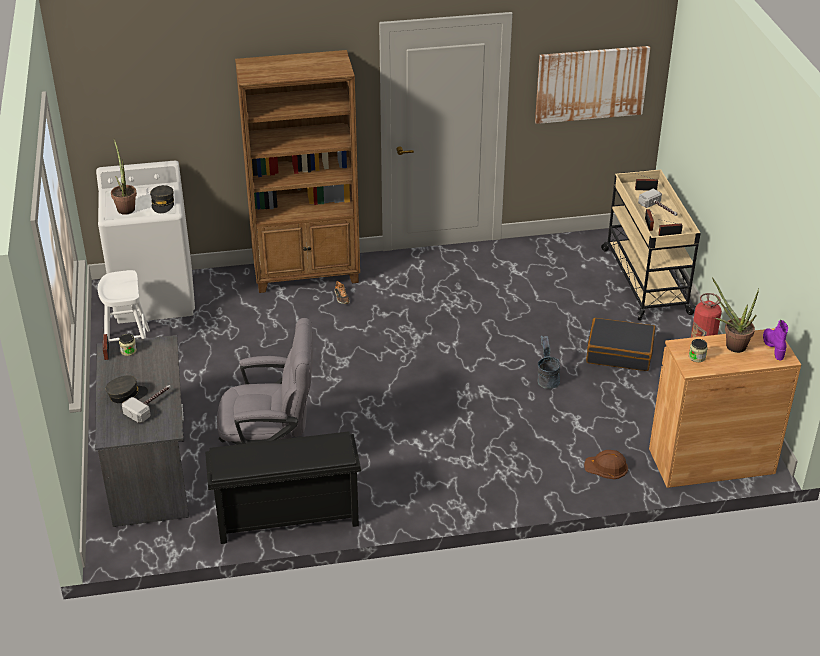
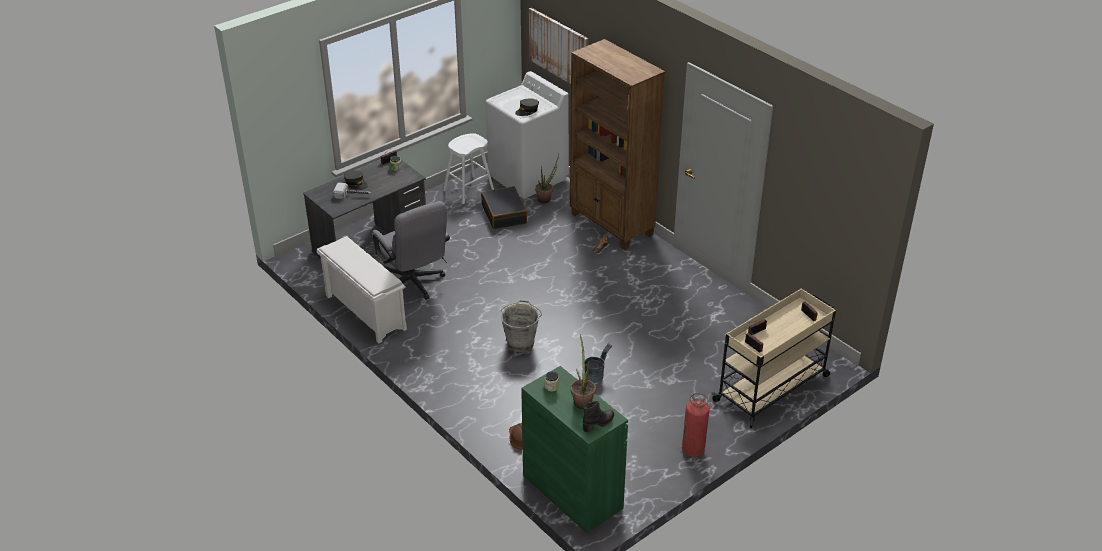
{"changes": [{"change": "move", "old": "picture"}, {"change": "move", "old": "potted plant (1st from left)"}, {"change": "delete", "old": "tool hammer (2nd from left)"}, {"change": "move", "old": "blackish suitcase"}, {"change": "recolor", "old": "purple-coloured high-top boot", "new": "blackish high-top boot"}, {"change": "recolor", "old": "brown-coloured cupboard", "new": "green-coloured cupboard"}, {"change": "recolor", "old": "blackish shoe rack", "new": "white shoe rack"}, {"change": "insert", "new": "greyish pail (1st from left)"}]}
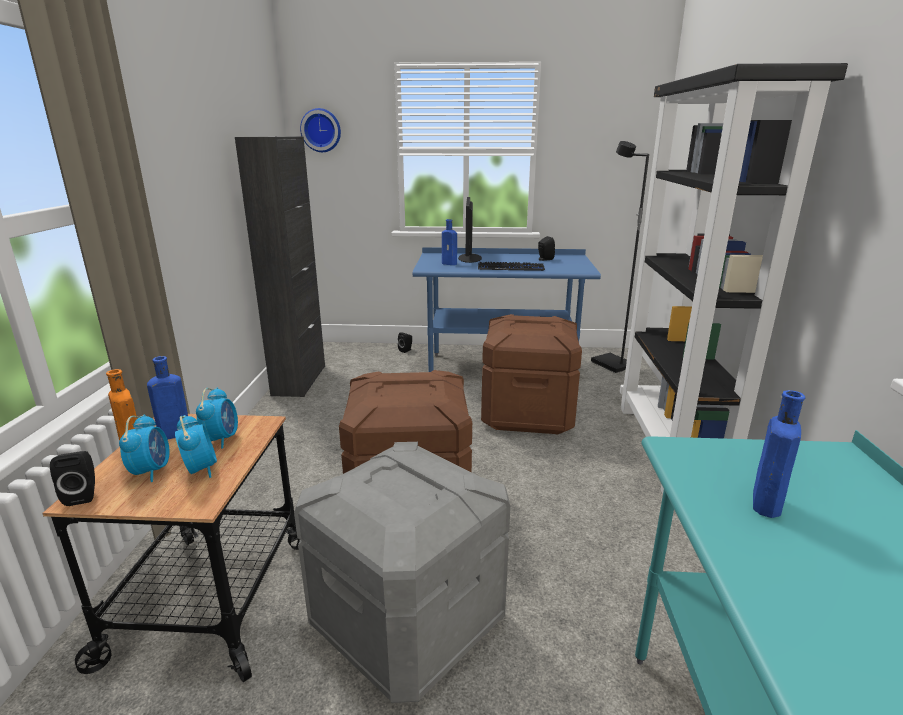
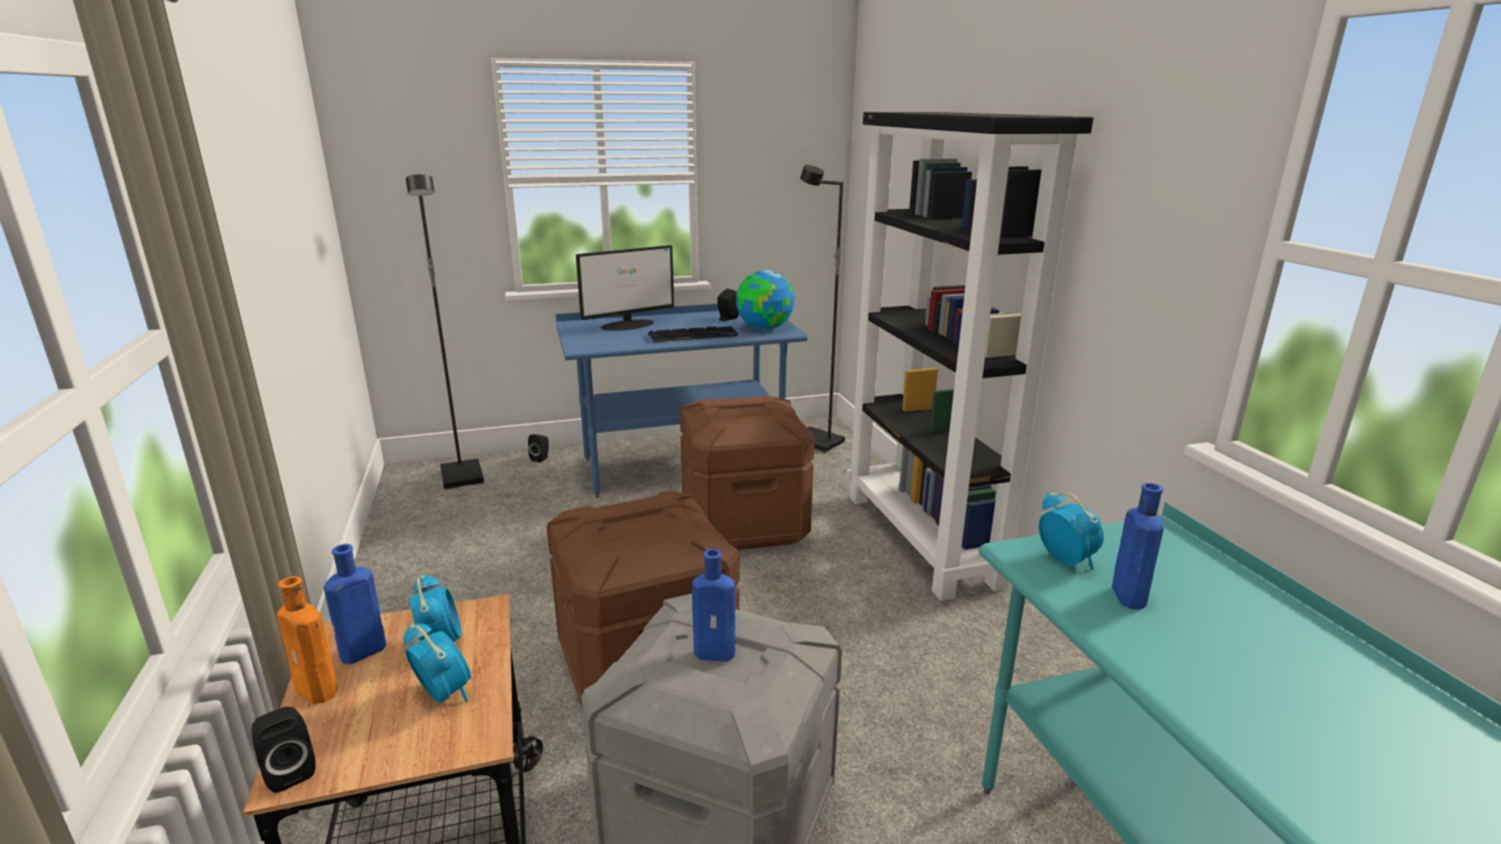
{"changes": [{"change": "delete", "old": "hanging clock"}, {"change": "delete", "old": "blackish cupboard"}, {"change": "rotate", "old": "monitor", "degrees": -105}, {"change": "move", "old": "blue-coloured beverage bottle (2nd from left)"}, {"change": "move", "old": "bedside clock (1st from left in the first image)", "new": "bedside clock (3rd from left)"}, {"change": "insert", "new": "blackish standard lamp (1st from left)"}, {"change": "insert", "new": "desk globe"}]}
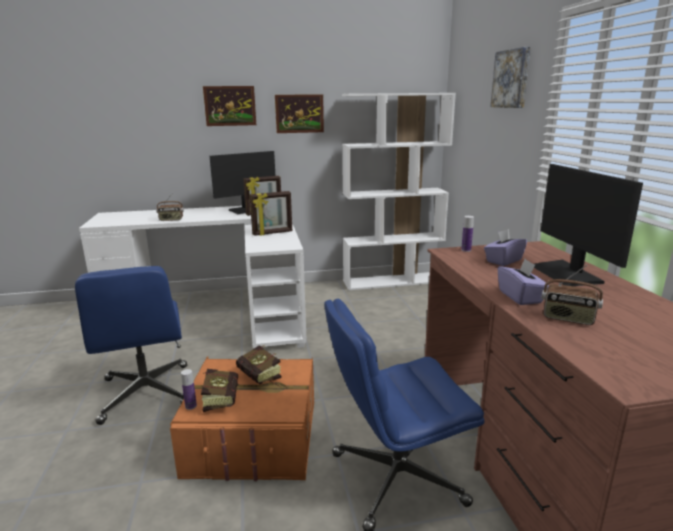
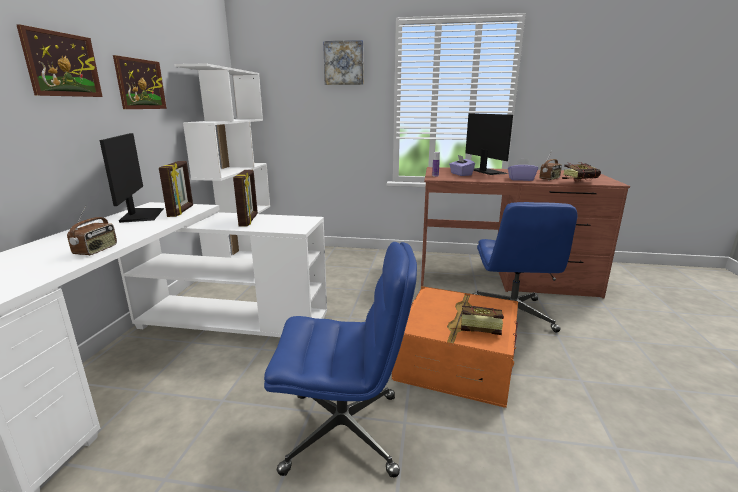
{"changes": [{"change": "rotate", "old": "monitor (2nd from left)", "degrees": -120}, {"change": "move", "old": "bound book (2nd from left)"}, {"change": "delete", "old": "beverage bottle (1st from left)"}]}
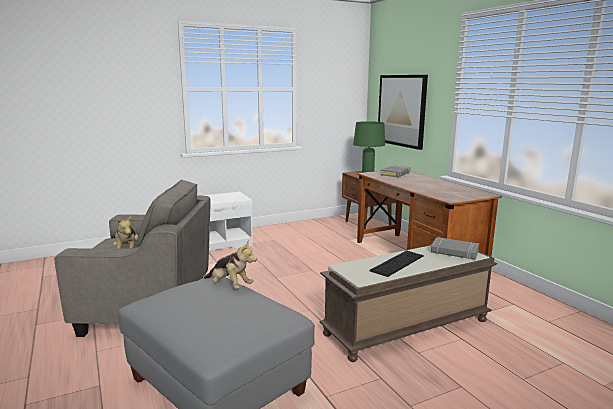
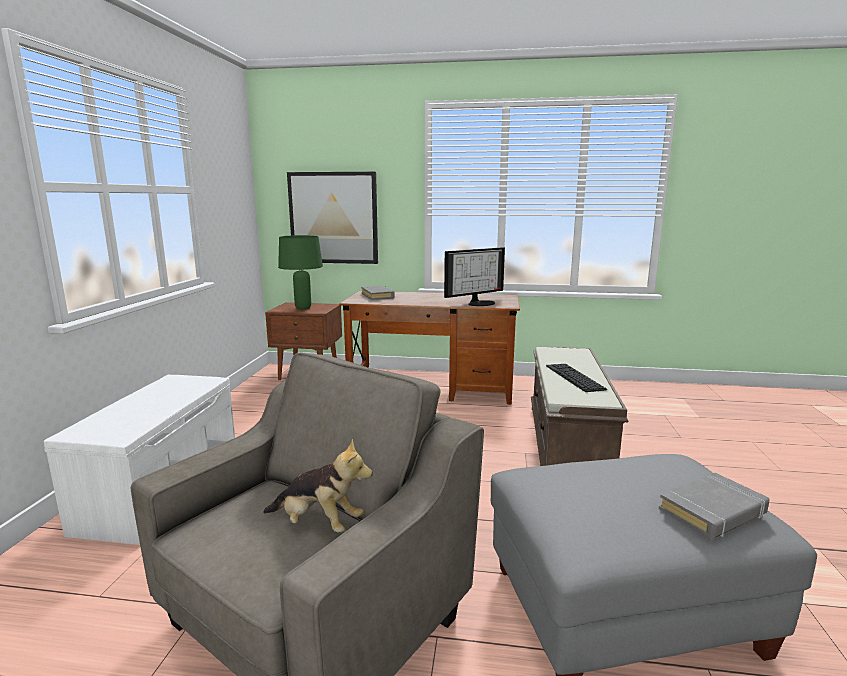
{"changes": [{"change": "move", "old": "greyish bound book (2nd from left)"}, {"change": "delete", "old": "cuddly toy (2nd from left)"}, {"change": "insert", "new": "monitor"}]}
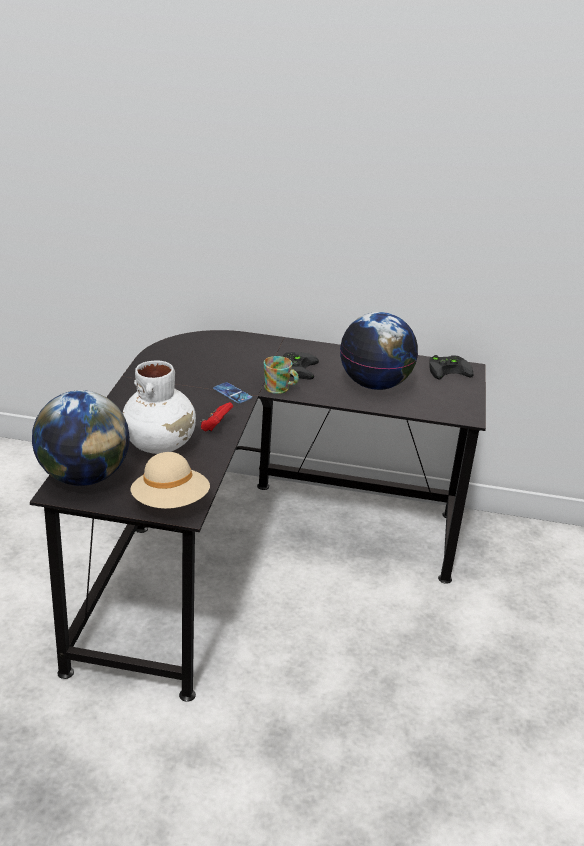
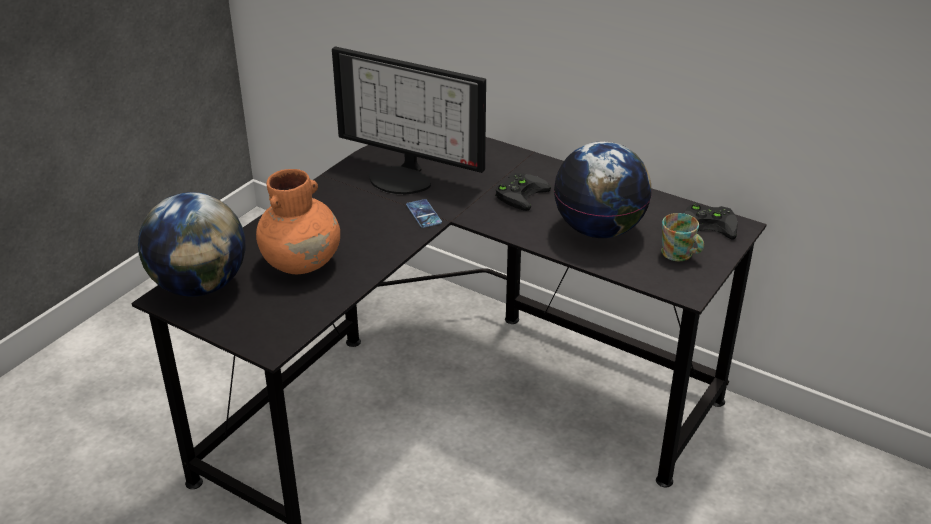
{"changes": [{"change": "move", "old": "tea mug"}, {"change": "recolor", "old": "white vase", "new": "orange vase"}, {"change": "delete", "old": "reddish gamepad"}, {"change": "delete", "old": "beige-coloured hat"}, {"change": "insert", "new": "monitor"}]}
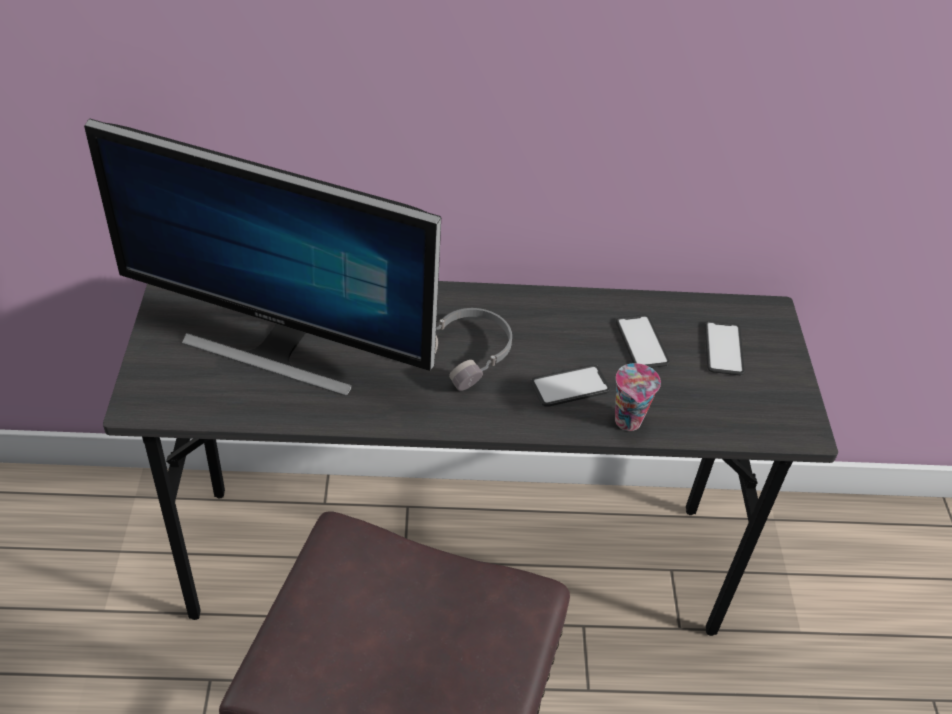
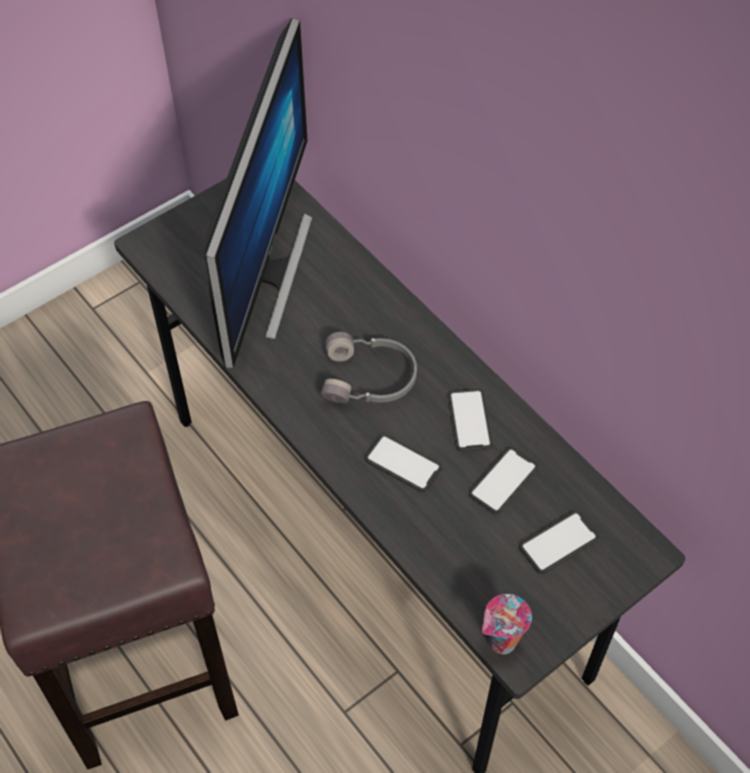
{"changes": [{"change": "rotate", "old": "monitor", "degrees": -150}, {"change": "move", "old": "small cup"}, {"change": "insert", "new": "phone (2nd from left)"}]}
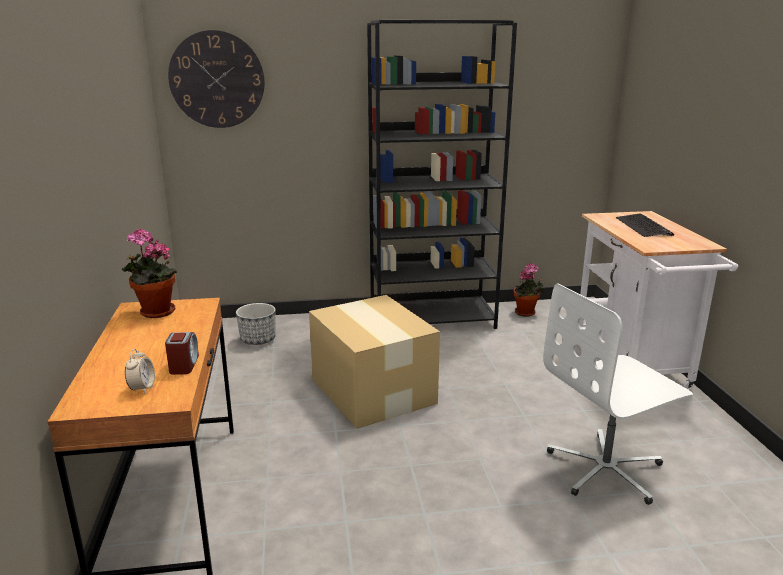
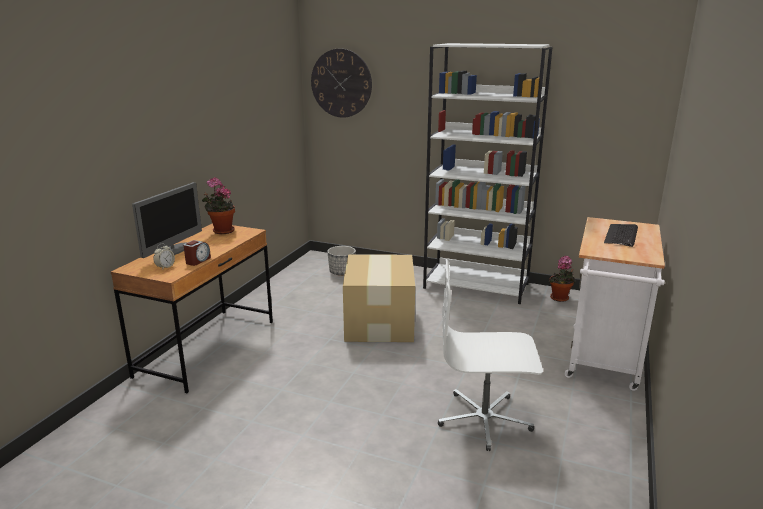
{"changes": [{"change": "recolor", "old": "blackish shelving unit", "new": "white shelving unit"}, {"change": "insert", "new": "monitor"}]}
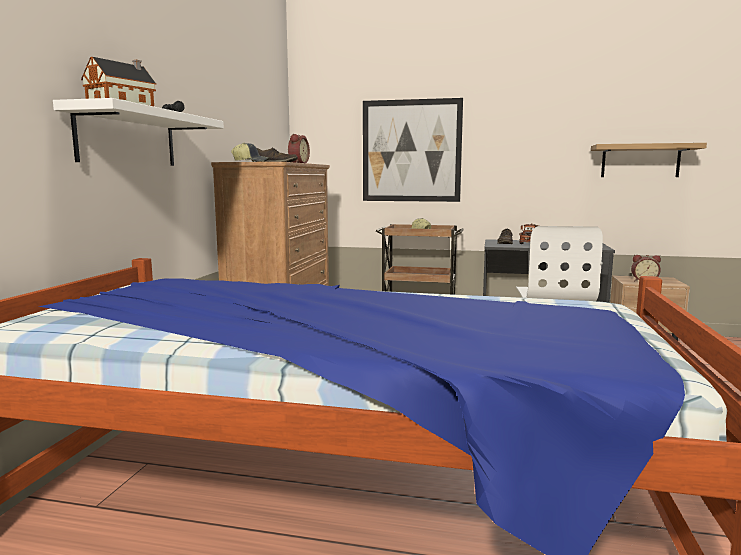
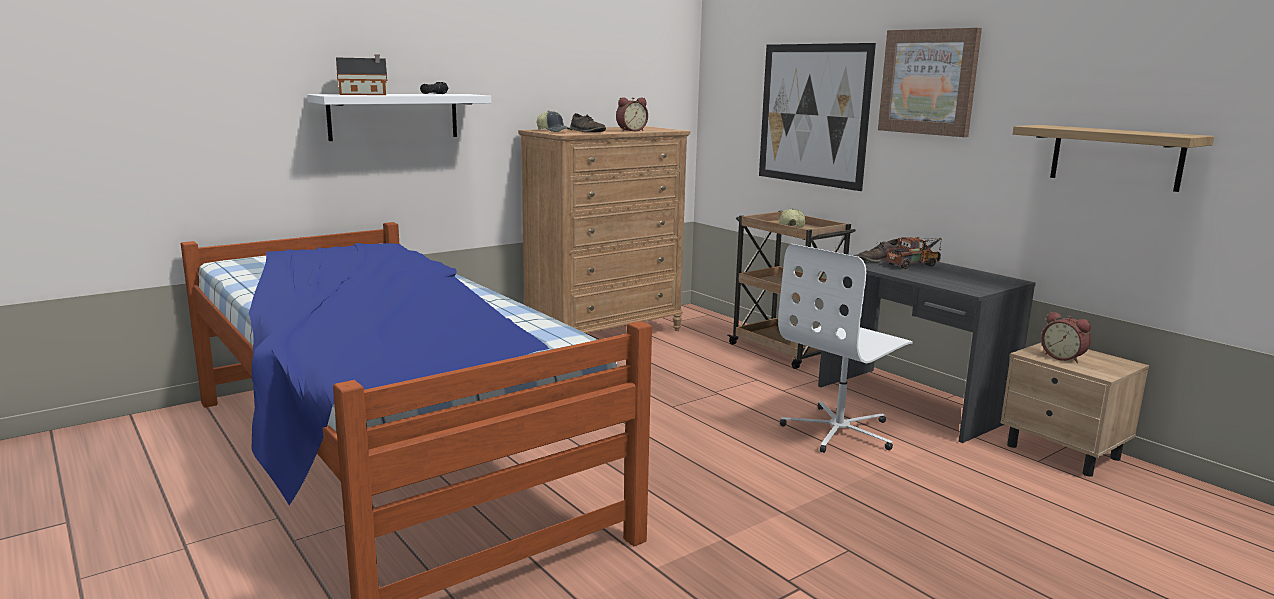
{"changes": [{"change": "insert", "new": "picture (2nd from left)"}]}
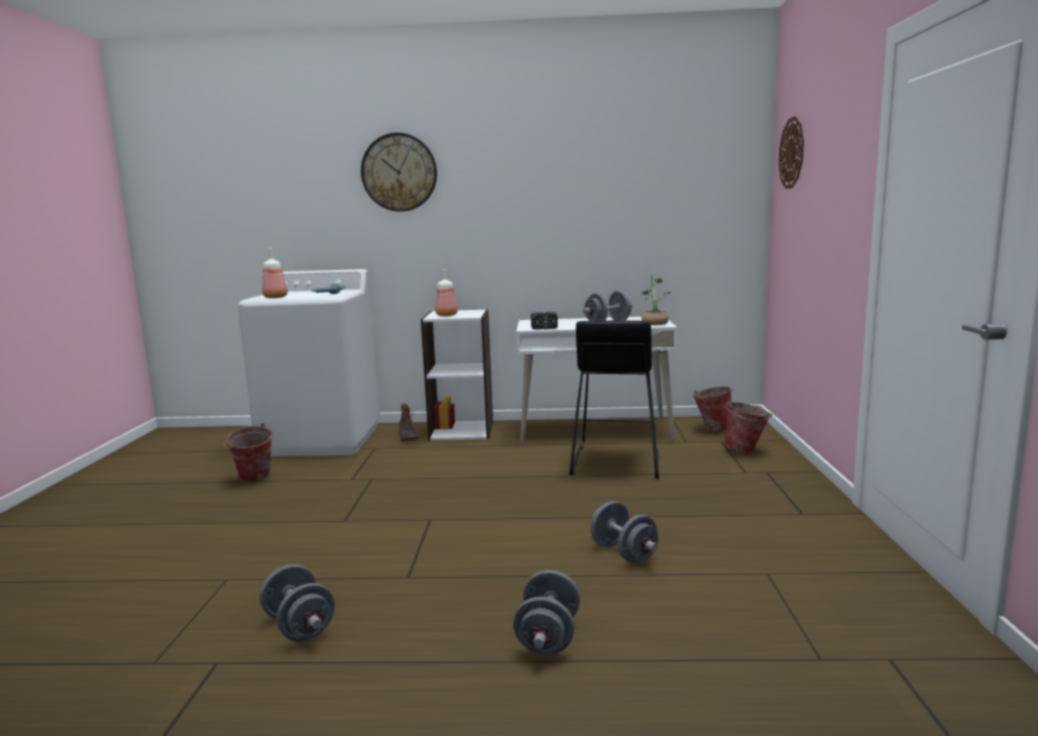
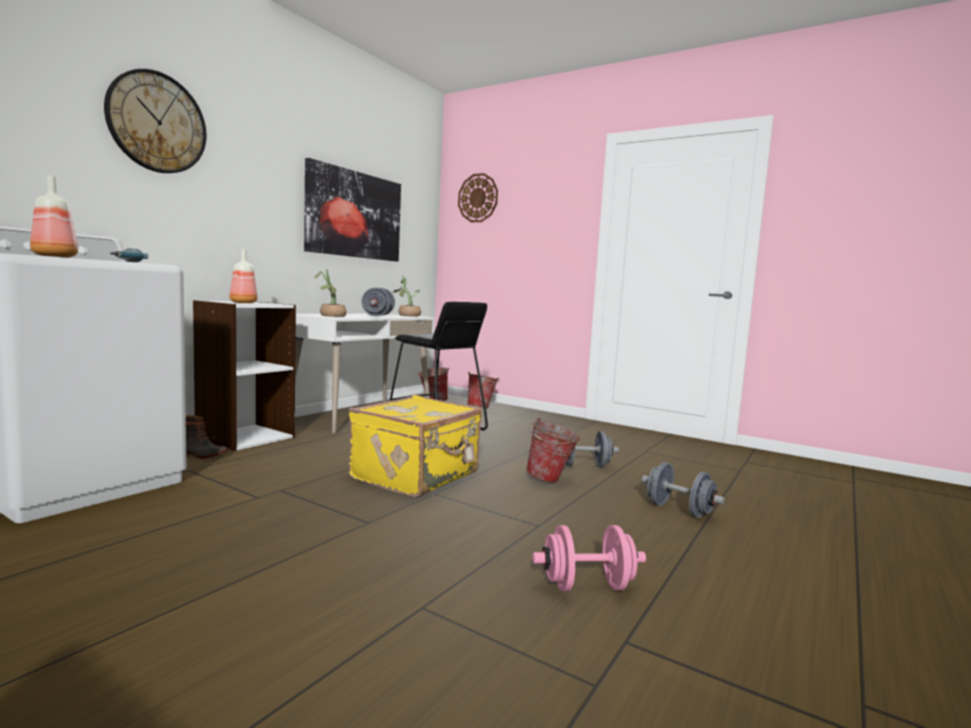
{"changes": [{"change": "replace", "old": "tool hammer", "new": "potted plant (1st from left)"}, {"change": "move", "old": "pail (1st from left in the first image)", "new": "pail (3rd from left)"}, {"change": "recolor", "old": "greyish free weight (1st from left)", "new": "pink free weight"}, {"change": "insert", "new": "picture"}, {"change": "insert", "new": "yellow-coloured suitcase"}]}
